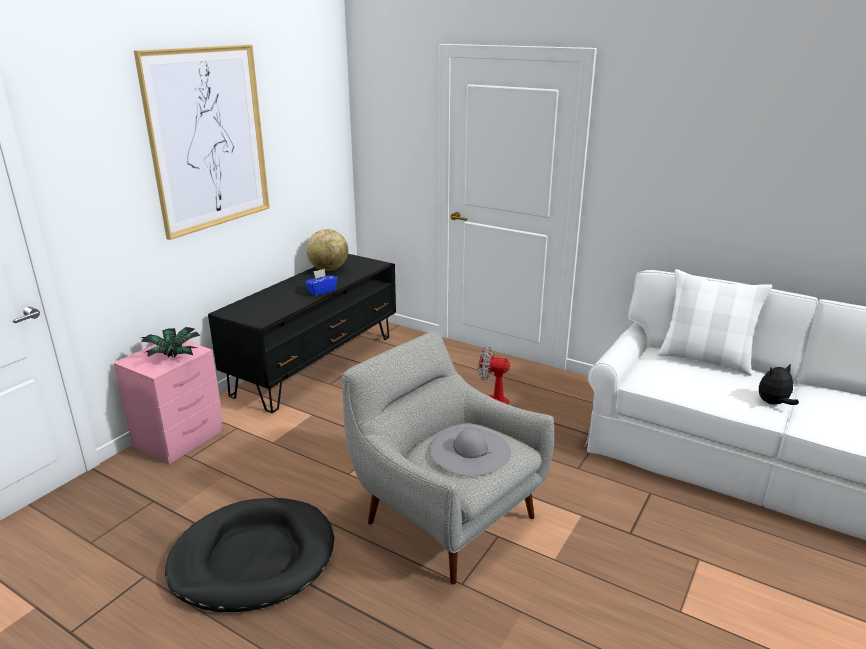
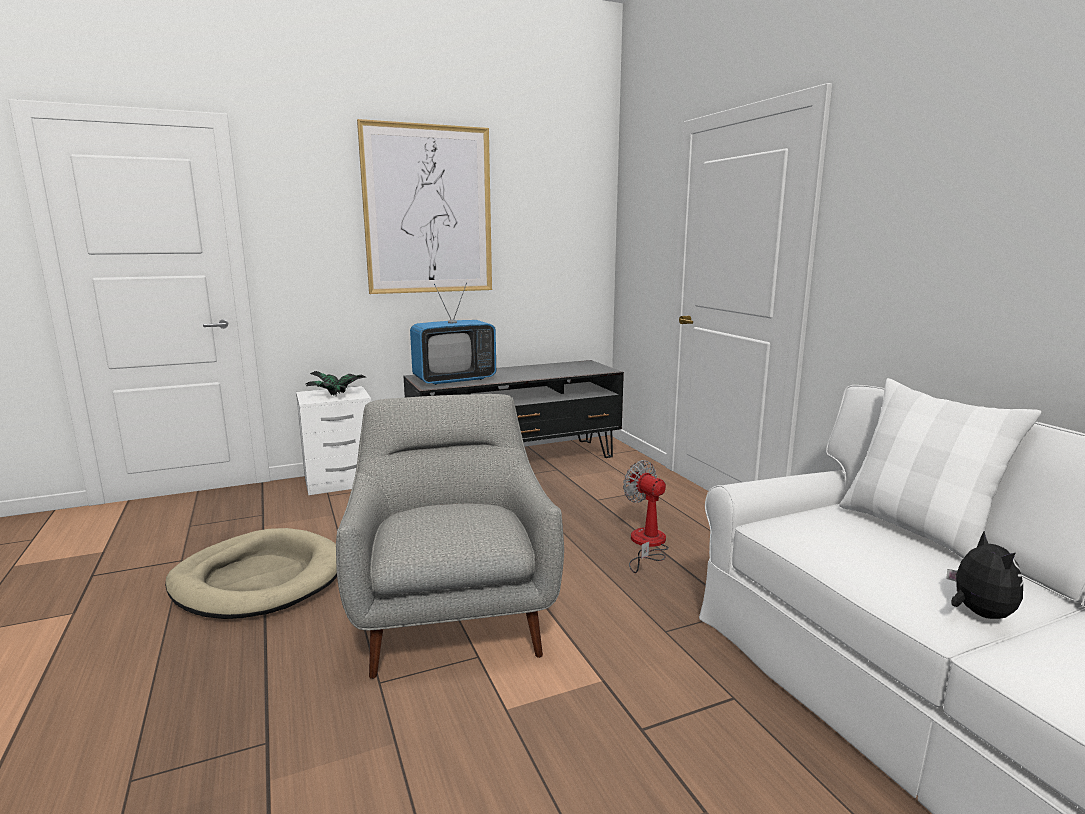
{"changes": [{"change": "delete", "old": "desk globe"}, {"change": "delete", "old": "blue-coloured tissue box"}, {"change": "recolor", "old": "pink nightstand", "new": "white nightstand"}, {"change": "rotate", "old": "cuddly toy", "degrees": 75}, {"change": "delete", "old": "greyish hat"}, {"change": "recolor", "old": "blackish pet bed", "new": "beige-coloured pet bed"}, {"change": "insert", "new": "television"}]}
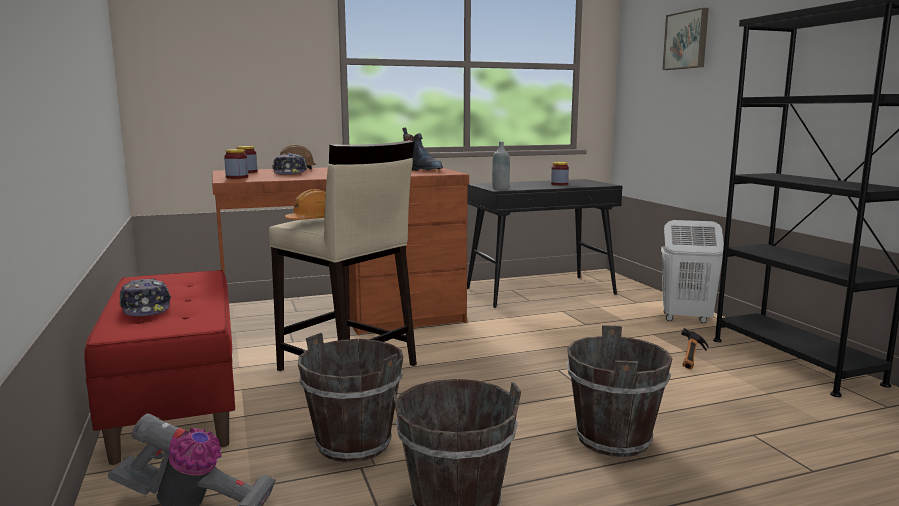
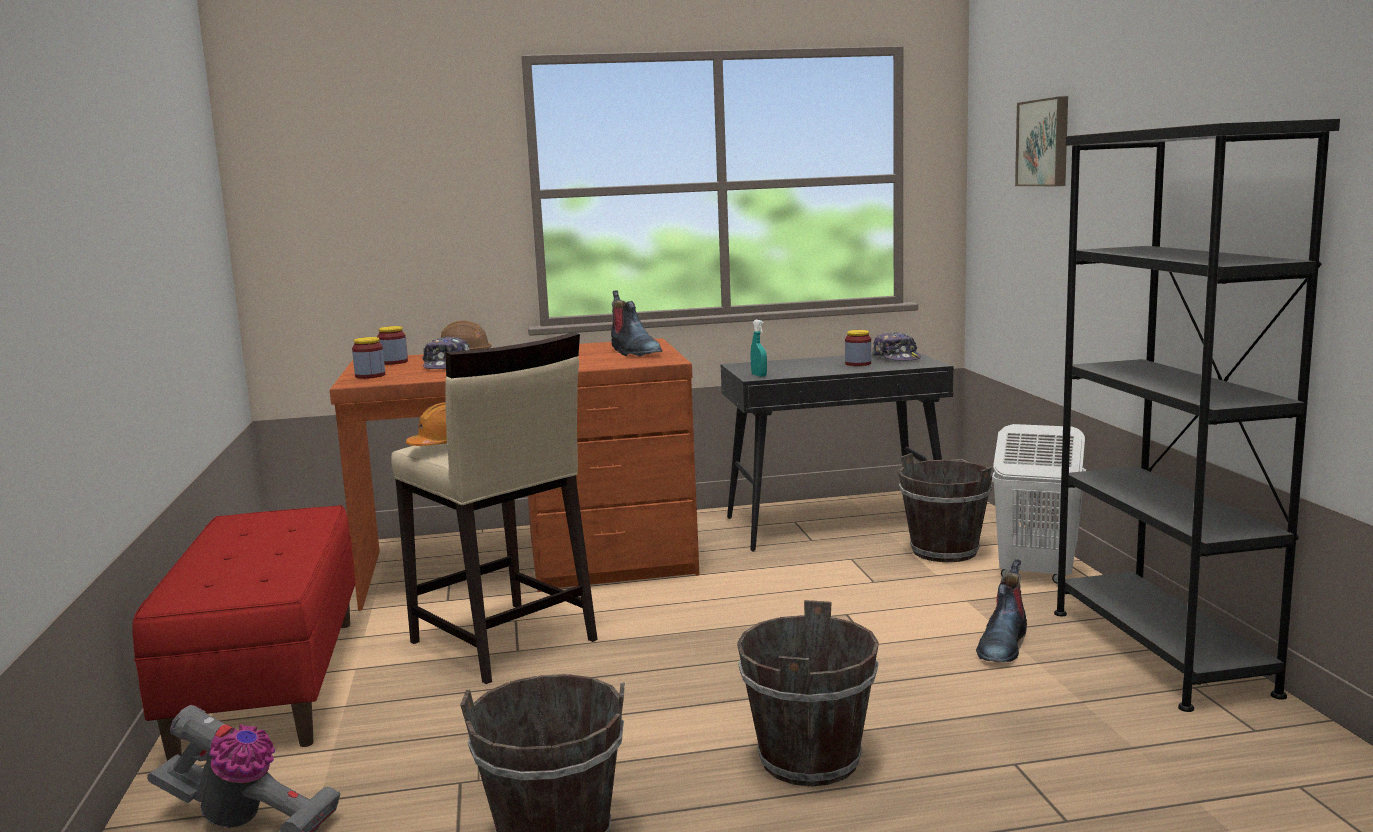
{"changes": [{"change": "replace", "old": "greyish beverage bottle", "new": "blue-green sprayer"}, {"change": "move", "old": "peaked cap (1st from left in the first image)", "new": "peaked cap (2nd from left)"}, {"change": "replace", "old": "tool hammer", "new": "high-top boot (2nd from left)"}, {"change": "move", "old": "brown-coloured pail (1st from left in the first image)", "new": "brown-coloured pail (3rd from left)"}]}
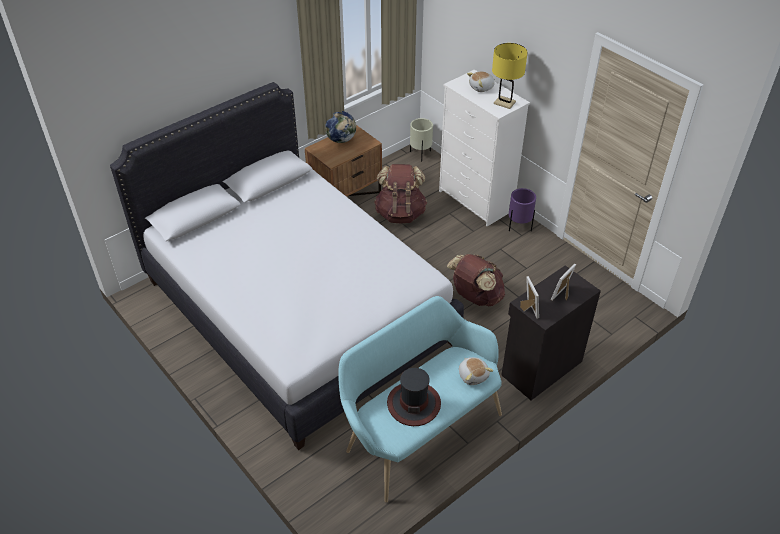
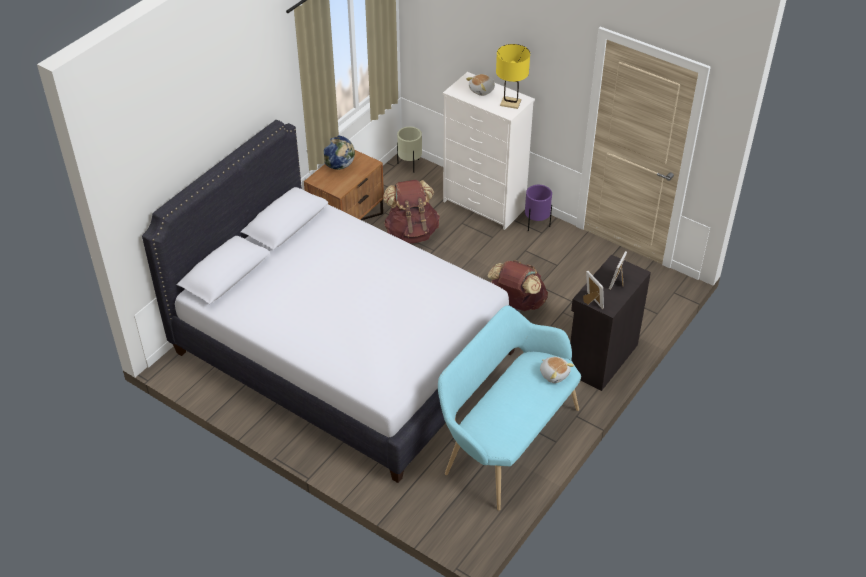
{"changes": [{"change": "delete", "old": "hat"}]}
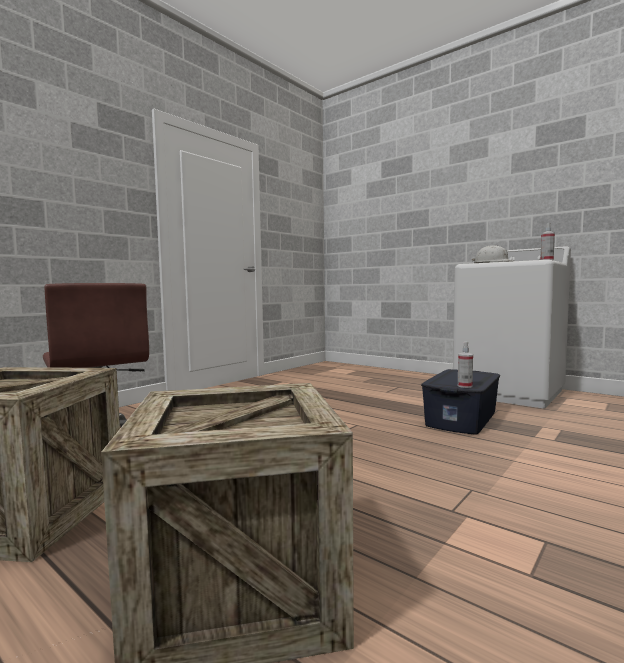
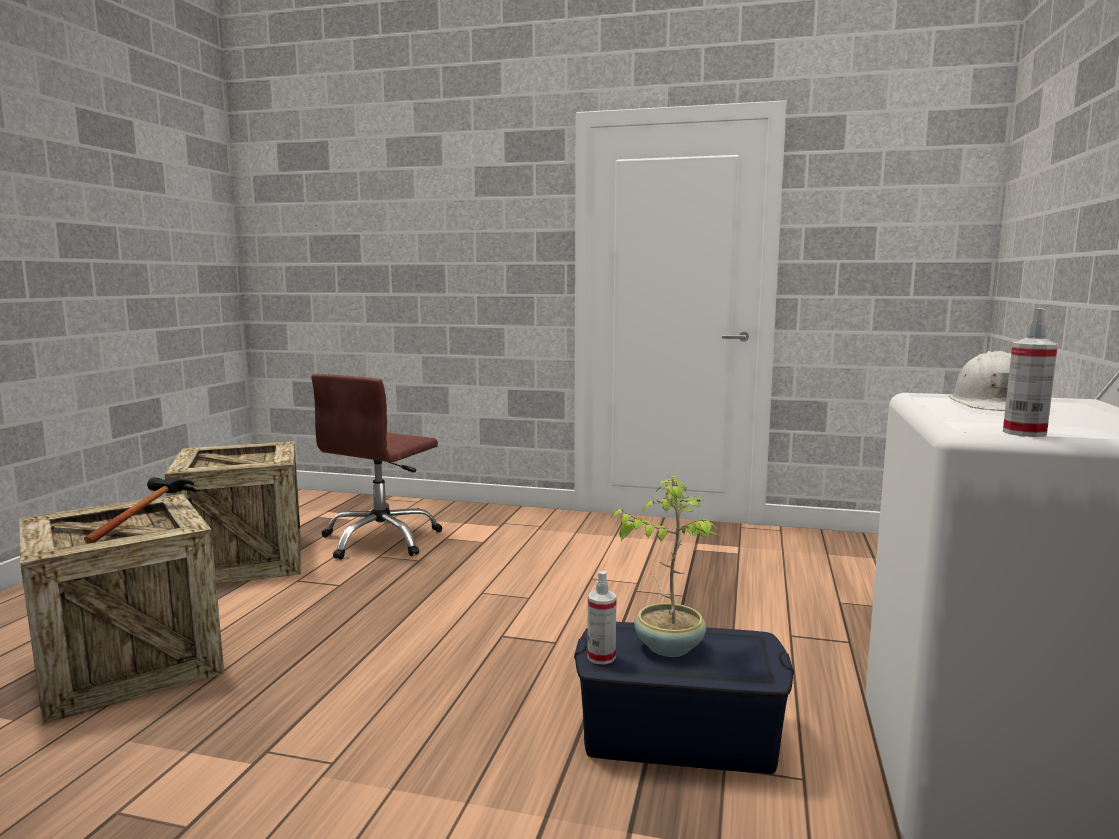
{"changes": [{"change": "insert", "new": "potted plant"}, {"change": "insert", "new": "tool hammer"}]}
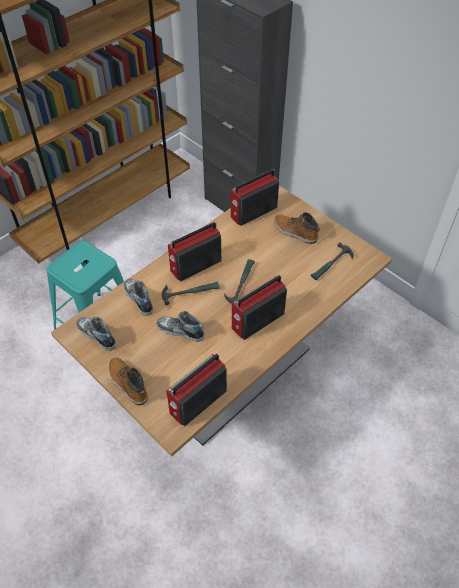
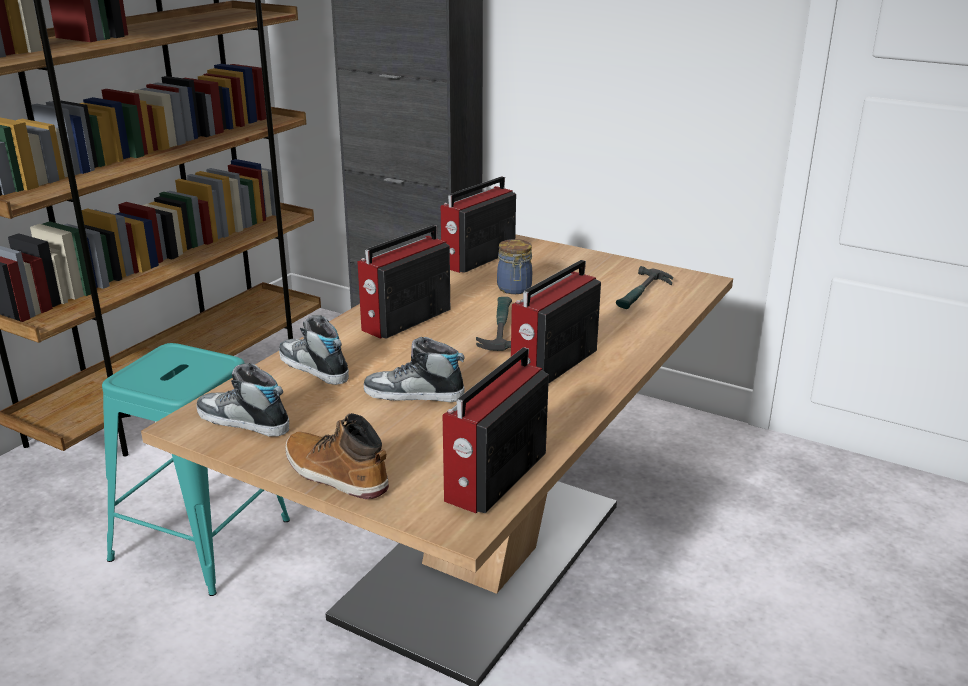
{"changes": [{"change": "delete", "old": "high-top boot (2nd from left)"}, {"change": "delete", "old": "tool hammer (1st from left)"}, {"change": "insert", "new": "preserve jar"}]}
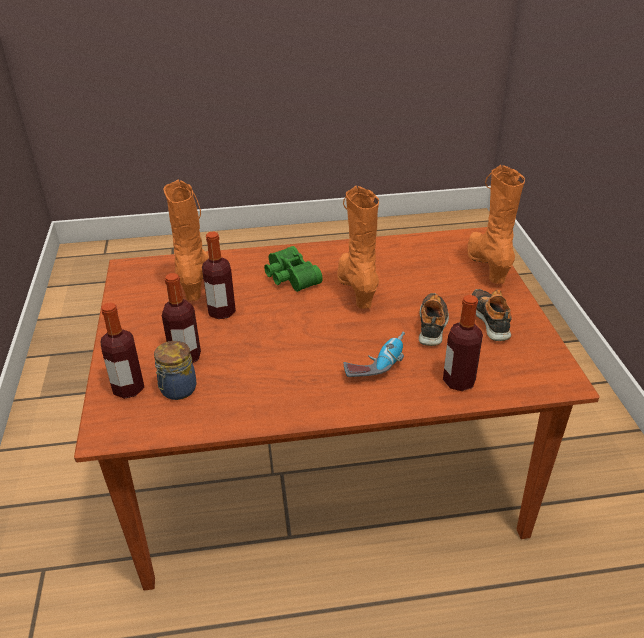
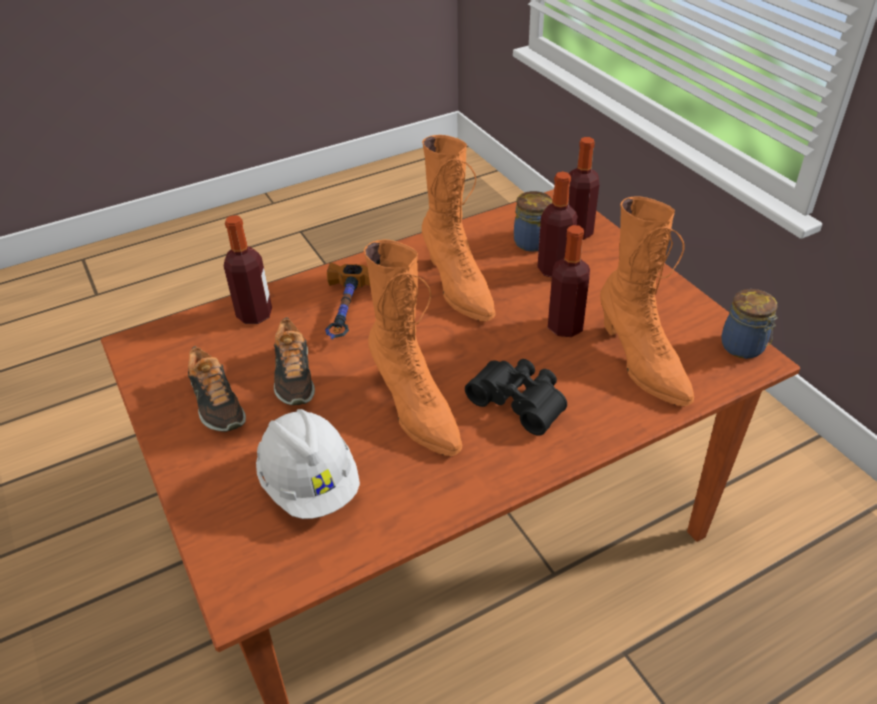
{"changes": [{"change": "move", "old": "orange high-top boot (3rd from left in the first image)", "new": "orange high-top boot (2nd from left)"}, {"change": "recolor", "old": "green-coloured binoculars", "new": "blackish binoculars"}, {"change": "replace", "old": "power drill", "new": "tool hammer"}, {"change": "insert", "new": "preserve jar (2nd from left)"}, {"change": "insert", "new": "white safety helmet"}]}
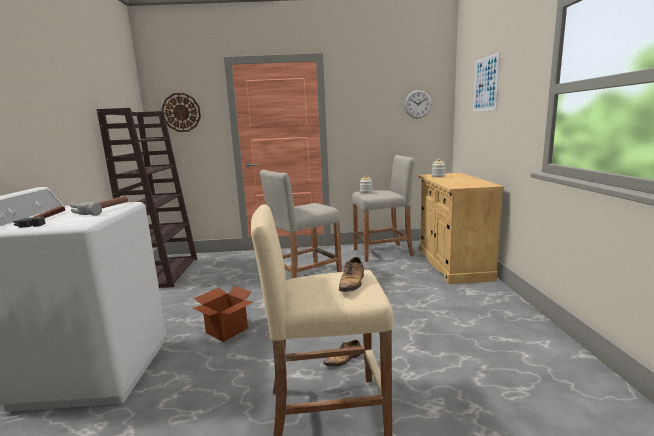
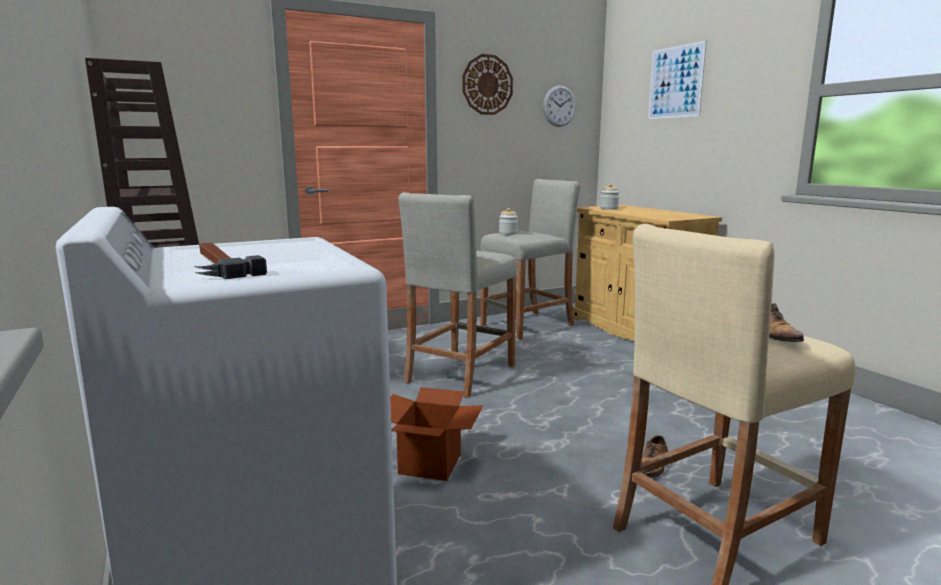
{"changes": [{"change": "move", "old": "hanging clock (1st from left)"}, {"change": "delete", "old": "tool hammer (2nd from left)"}]}
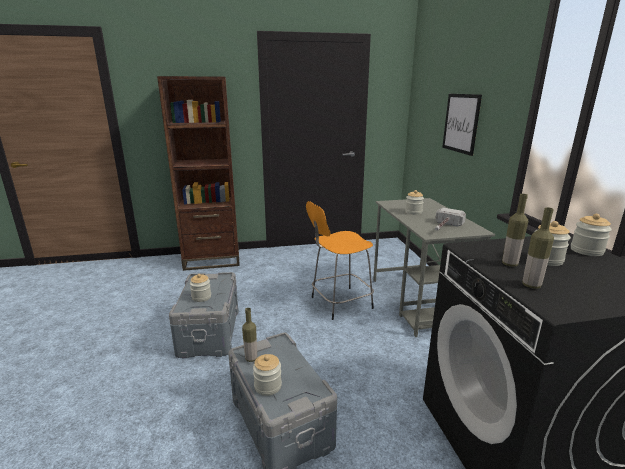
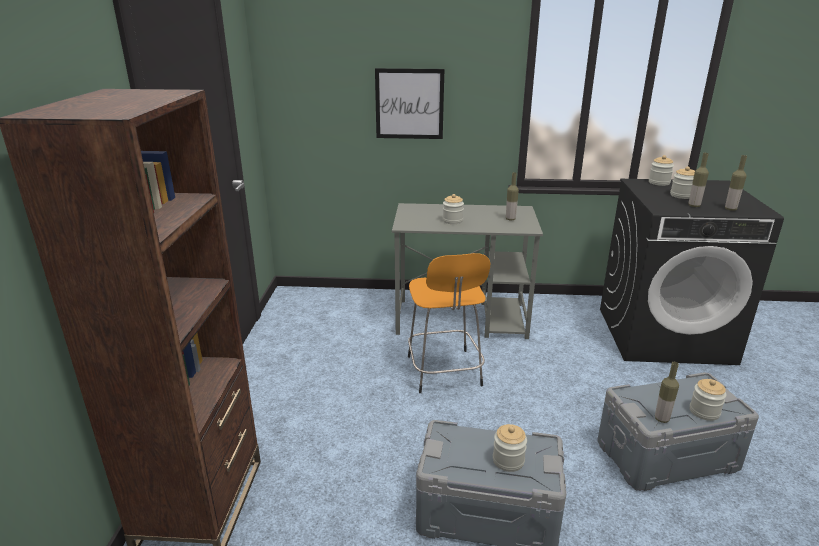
{"changes": [{"change": "replace", "old": "tool hammer", "new": "beverage bottle (1st from left)"}]}
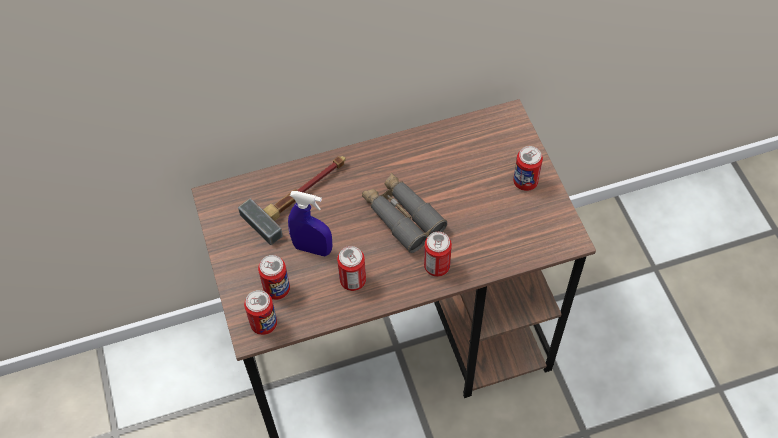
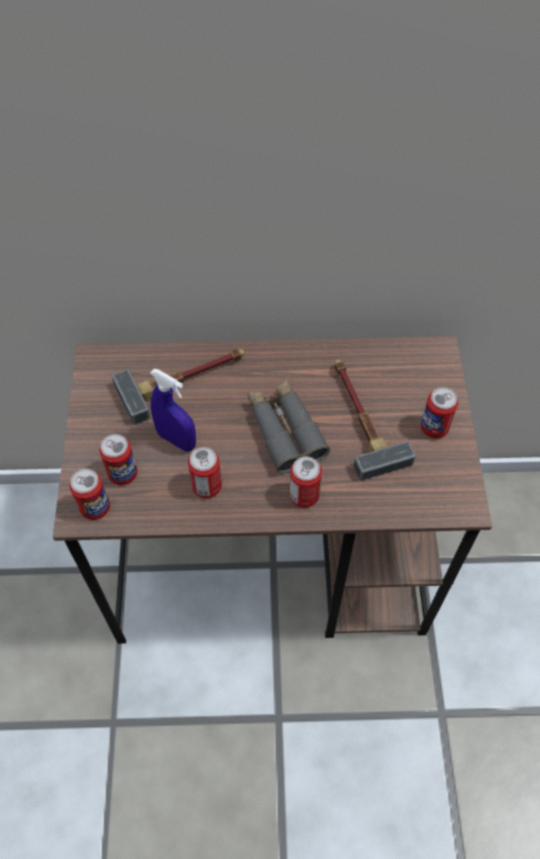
{"changes": [{"change": "insert", "new": "tool hammer (2nd from left)"}]}
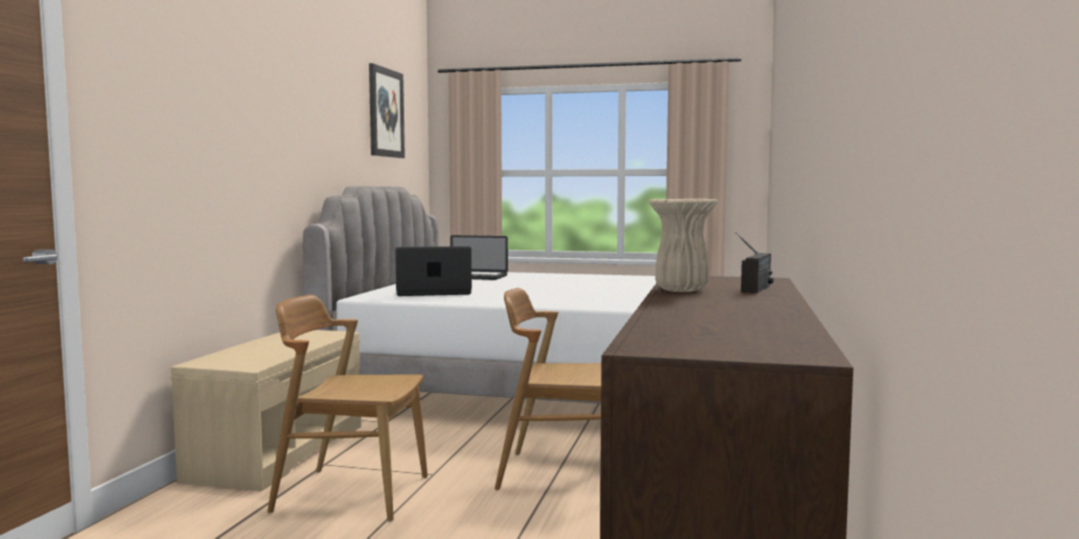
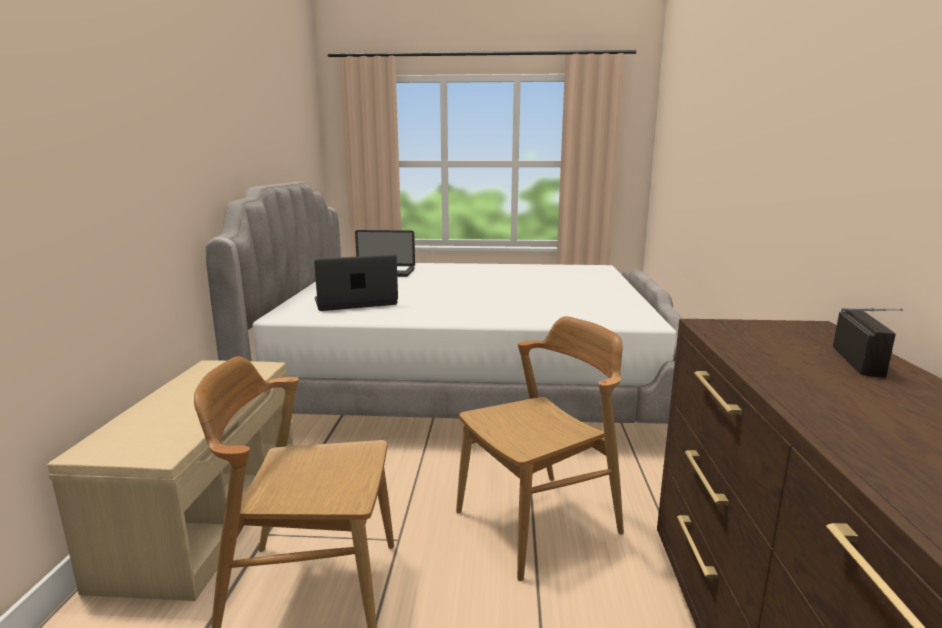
{"changes": [{"change": "delete", "old": "picture"}, {"change": "delete", "old": "beige-coloured vase"}, {"change": "rotate", "old": "brown-coloured upright chair (2nd from left)", "degrees": 150}]}
